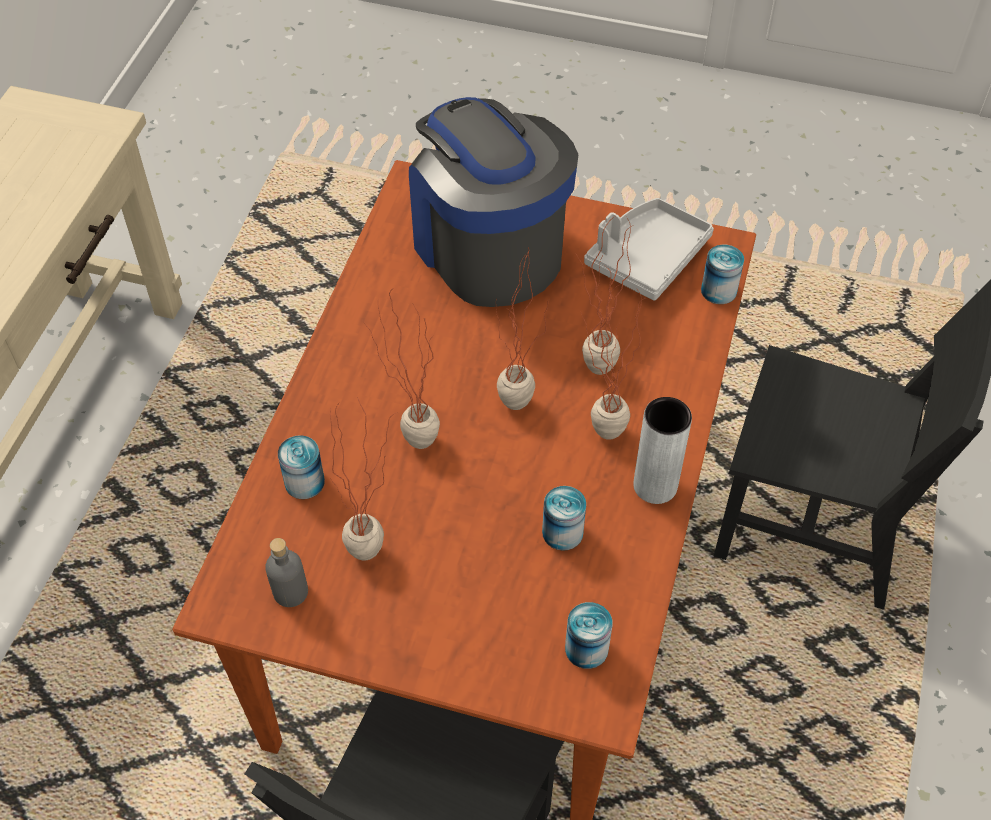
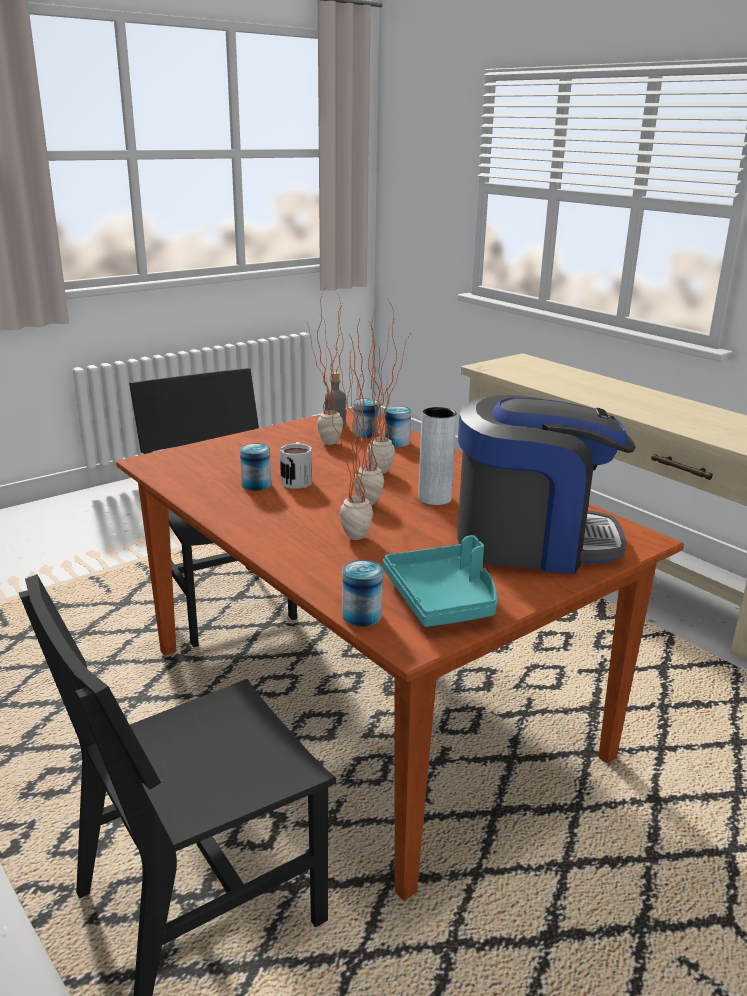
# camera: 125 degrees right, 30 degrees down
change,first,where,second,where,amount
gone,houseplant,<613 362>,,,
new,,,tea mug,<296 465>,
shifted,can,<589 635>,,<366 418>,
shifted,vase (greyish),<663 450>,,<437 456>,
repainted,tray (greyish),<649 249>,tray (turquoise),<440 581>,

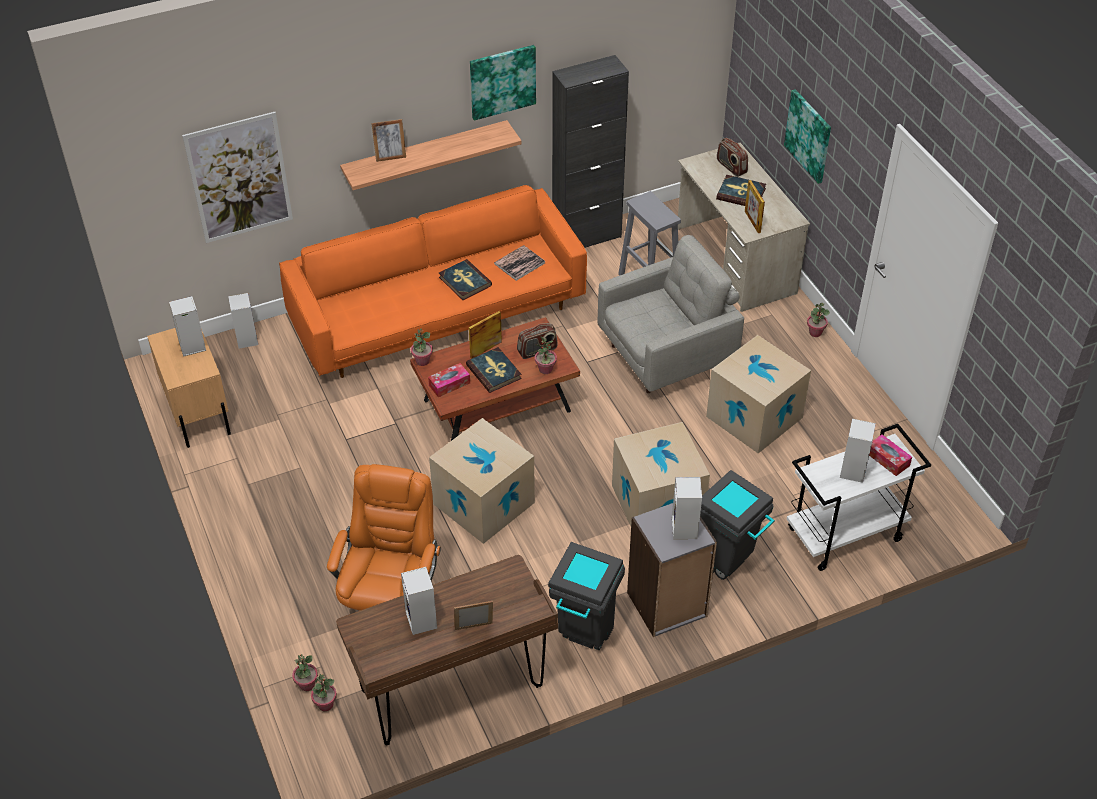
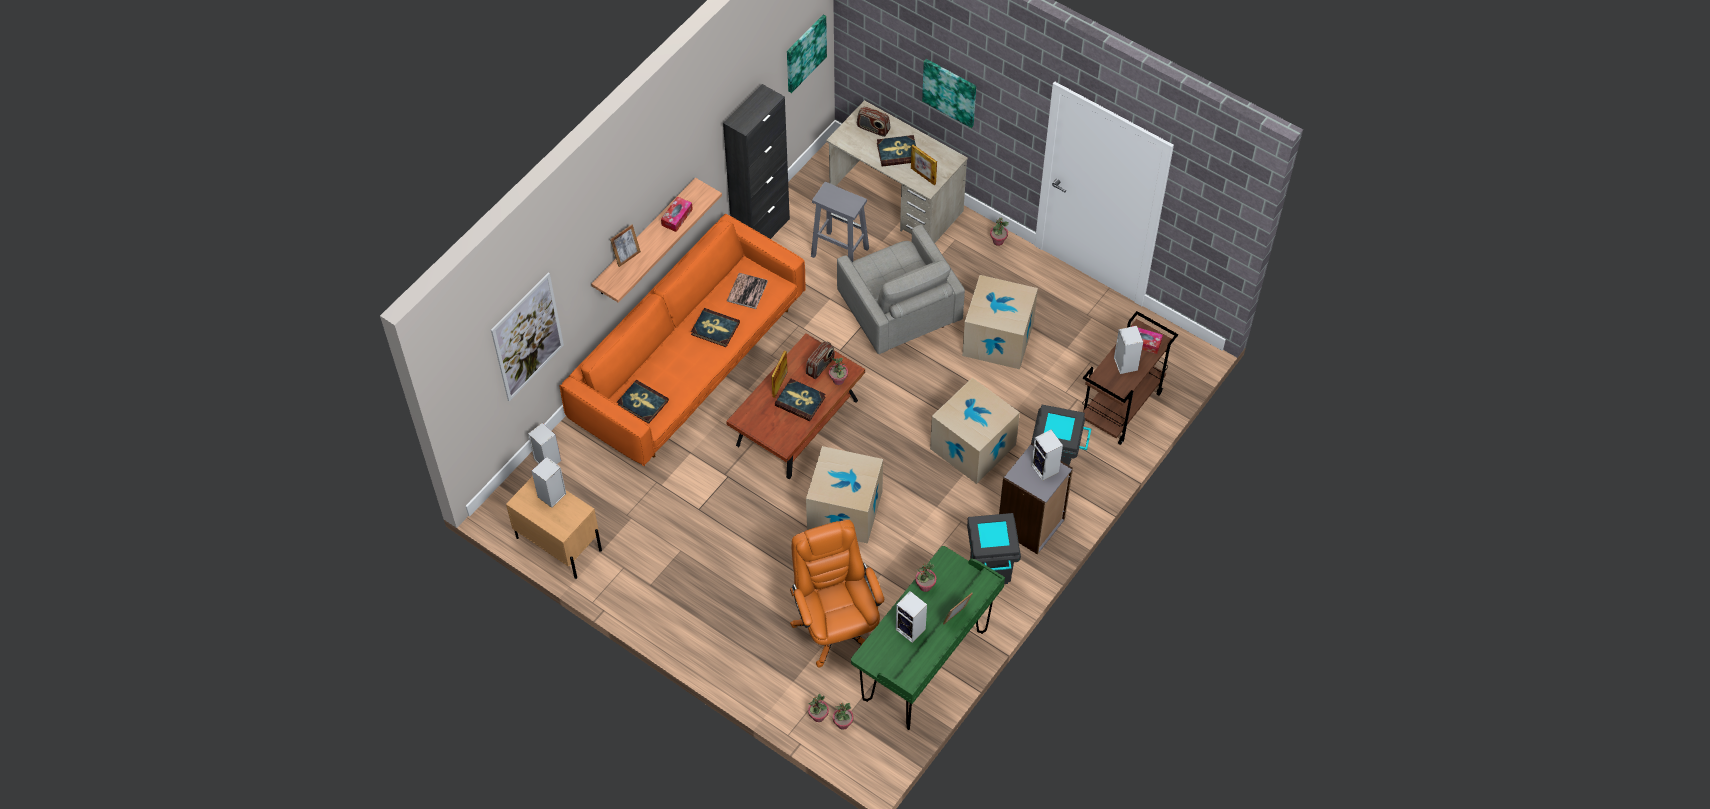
# camera: 30 degrees left, 10 degrees up
change,first,where,second,where,amount
new,,,volume,<643 402>,
shifted,houseplant,<422 347>,,<925 577>,
shifted,box of tissues,<449 380>,,<677 214>,
shifted,picture,<503 83>,,<807 54>,
repainted,desk table (brownish),<447 650>,desk table (greenish),<928 638>,
repainted,wheeled cart (white-coloured),<859 497>,wheeled cart (brownish),<1130 378>,
rotated,lounge chair (greyish),<671 314>,,<901 289>,120 degrees clockwise

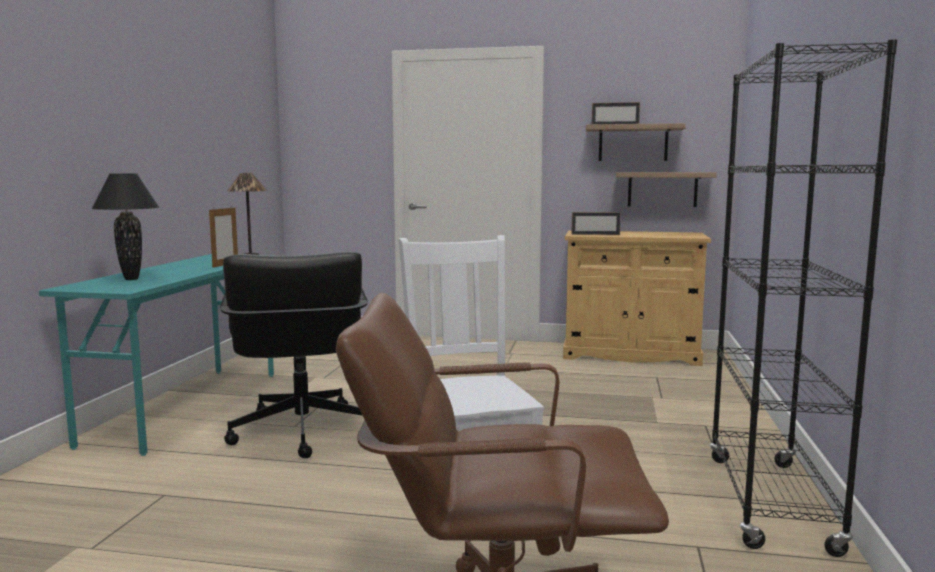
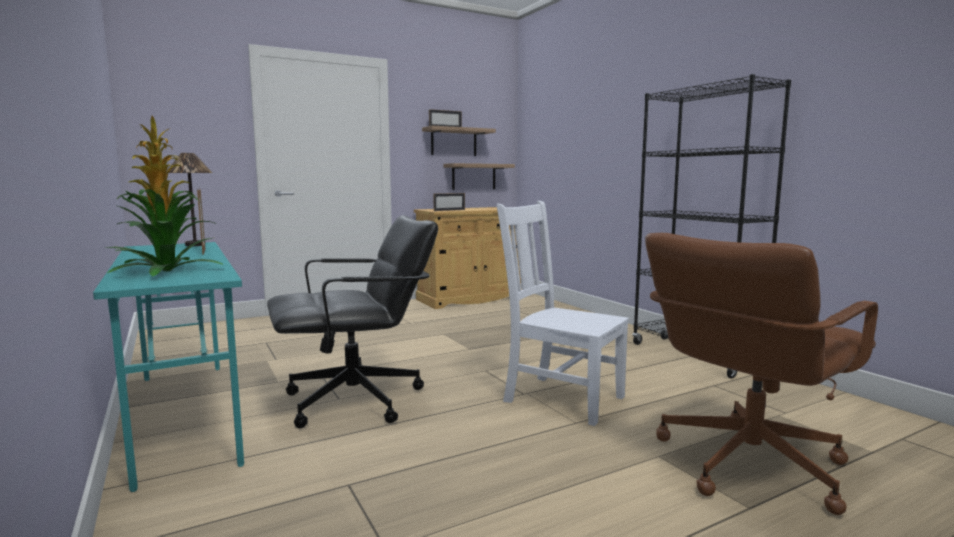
# camera: 40 degrees left, 0 degrees up
change,first,where,second,where,amount
swapped,lamp for a table (black-coloured),<125 227>,houseplant,<165 196>,
rotated,office chair (black-coloured),<294 354>,,<352 321>,60 degrees counterclockwise

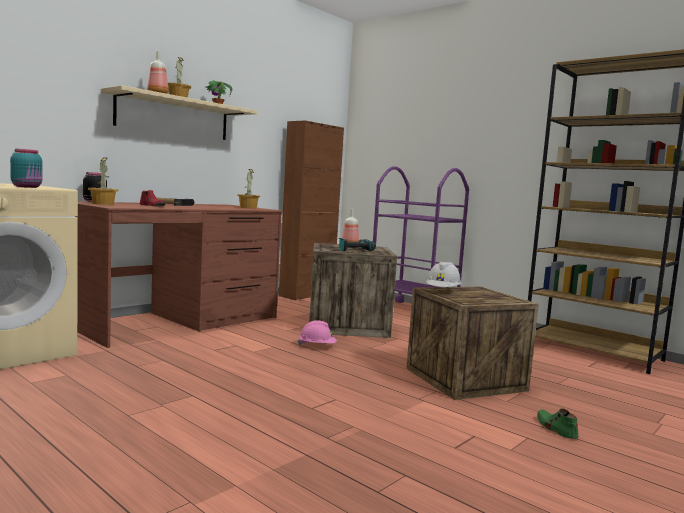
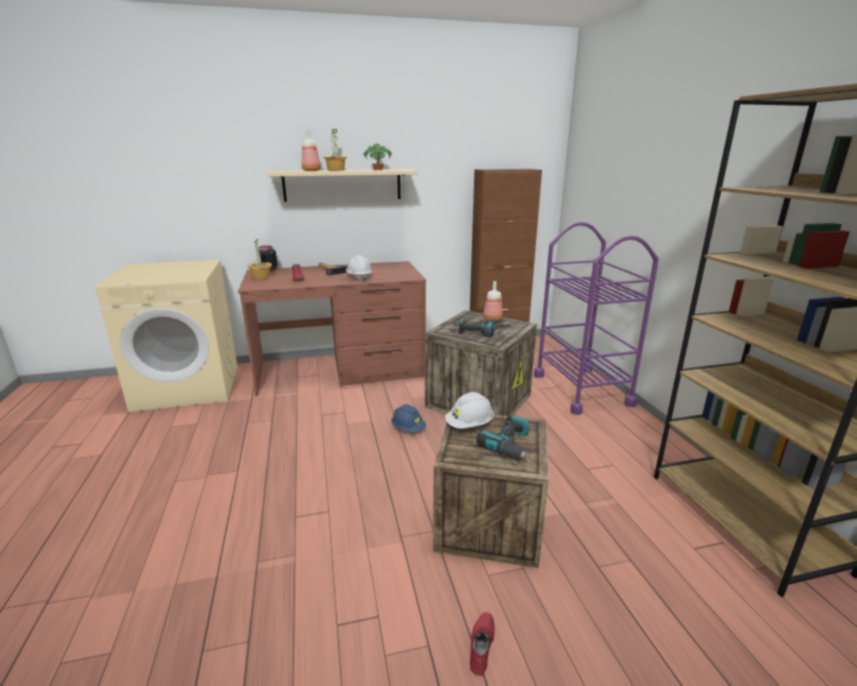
# camera: 35 degrees right, 15 degrees up
change,first,where,second,where,amount
gone,preserve jar (turquoise),<26 168>,,,
gone,houseplant,<248 188>,,,
new,,,work helmet (white-coloured),<359 268>,
new,,,electric drill,<502 437>,
repainted,work helmet (pink-coloured),<317 332>,work helmet (bluish),<408 418>,
repainted,shoe (greenish),<557 424>,shoe (red-coloured),<482 644>,

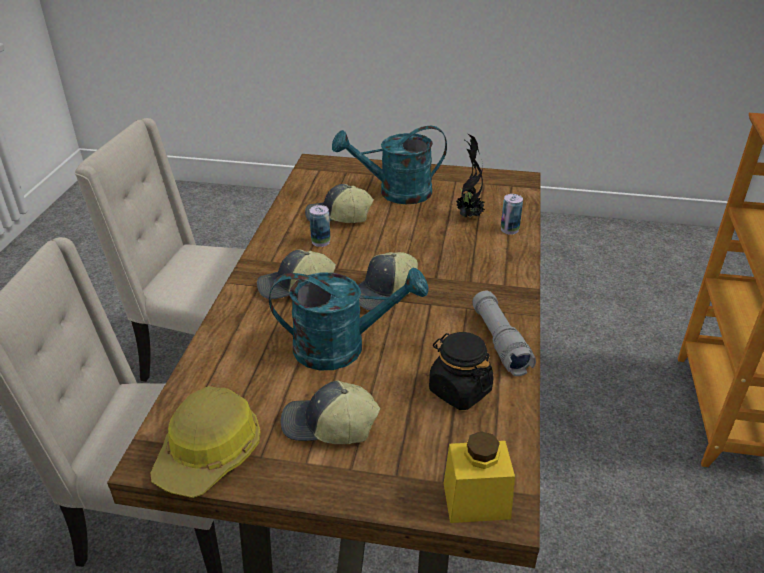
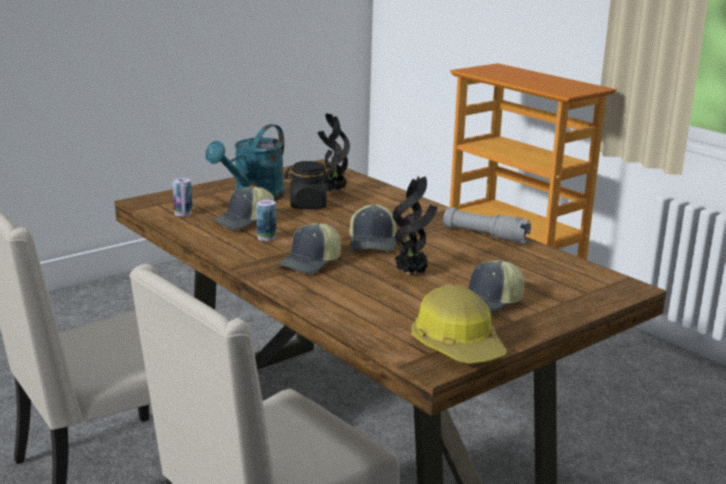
# camera: 50 degrees left, 15 degrees down
change,first,where,second,where,amount
gone,preserve jar (yellow),<479 477>,,,
shifted,preserve jar (black-coloured),<461 371>,,<308 185>,
shifted,can,<512 214>,,<182 197>,
swapped,watering pot (turquoise),<348 318>,houseplant,<415 225>,

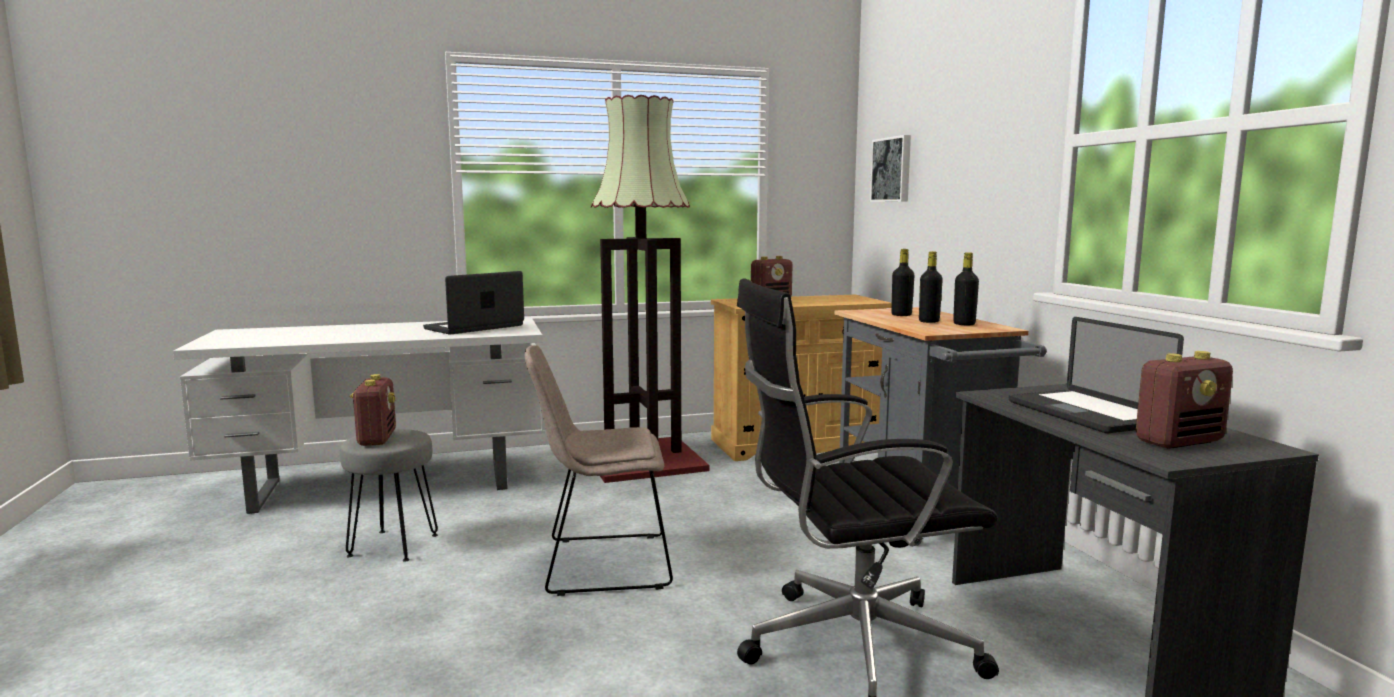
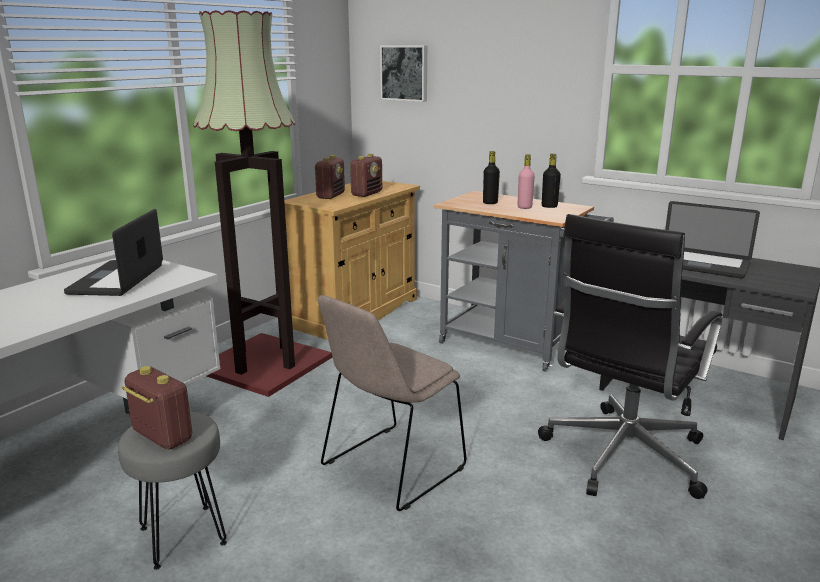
# camera: 40 degrees left, 10 degrees up
change,first,where,second,where,amount
shifted,radio,<1184 400>,,<366 175>,
repainted,bottle (black-coloured),<931 287>,bottle (pink-coloured),<526 181>,

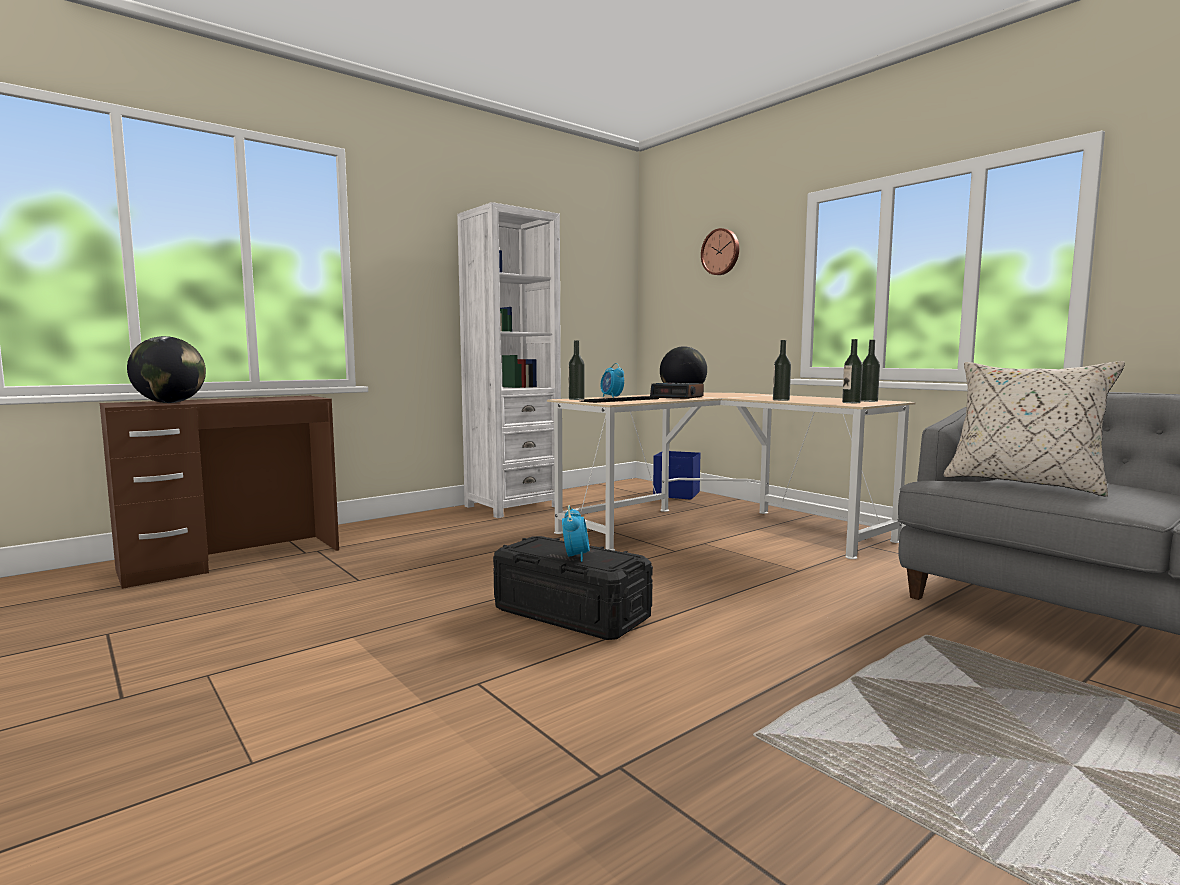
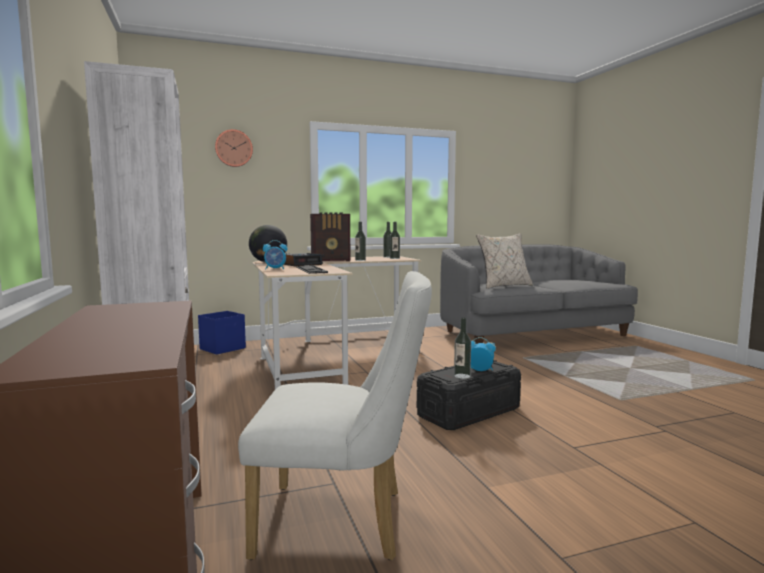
# camera: 70 degrees left, 0 degrees up
change,first,where,second,where,amount
gone,desk globe,<166 369>,,,
new,,,upright chair (white-coloured),<335 415>,
new,,,radio,<330 236>,
shifted,bottle,<577 370>,,<462 348>,

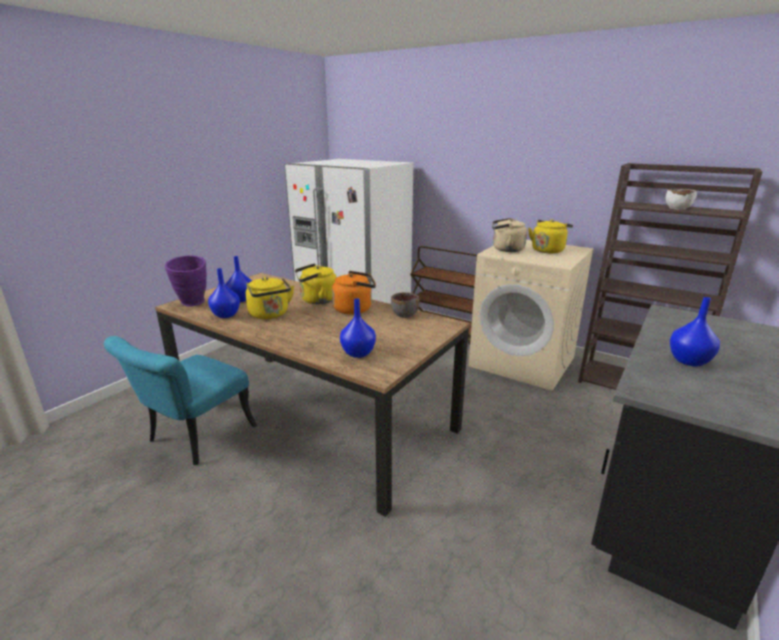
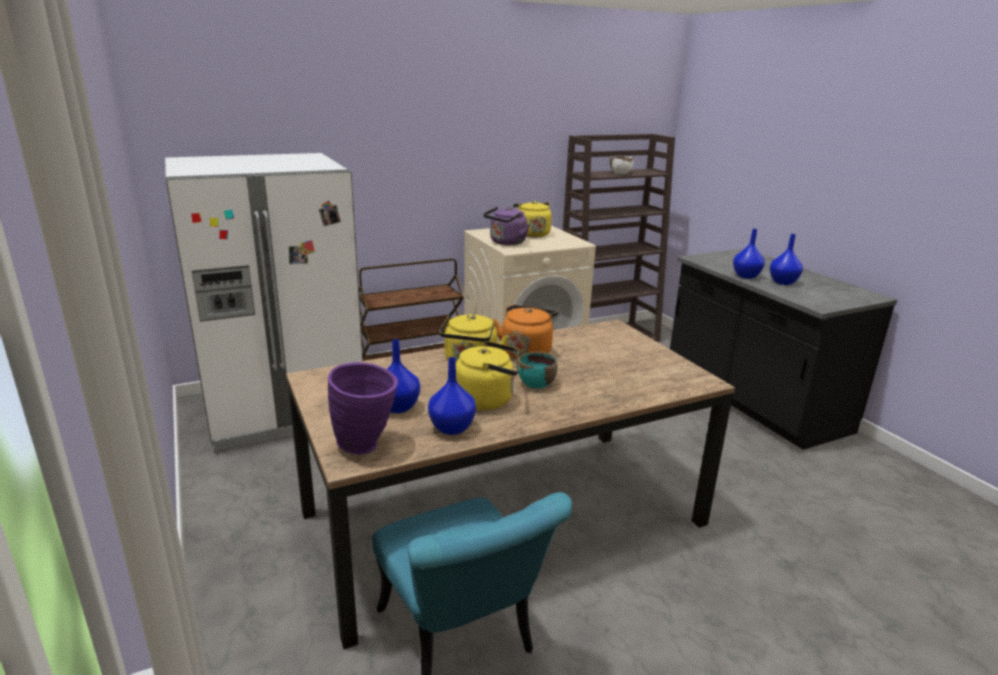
# camera: 60 degrees left, 0 degrees up
change,first,where,second,where,amount
gone,serving bowl (greyish),<405 305>,,,
new,,,serving bowl (turquoise),<537 370>,
shifted,vase (bluish),<358 328>,,<749 254>,
repainted,kettle (sand-coloured),<509 235>,kettle (purplish),<506 226>,

